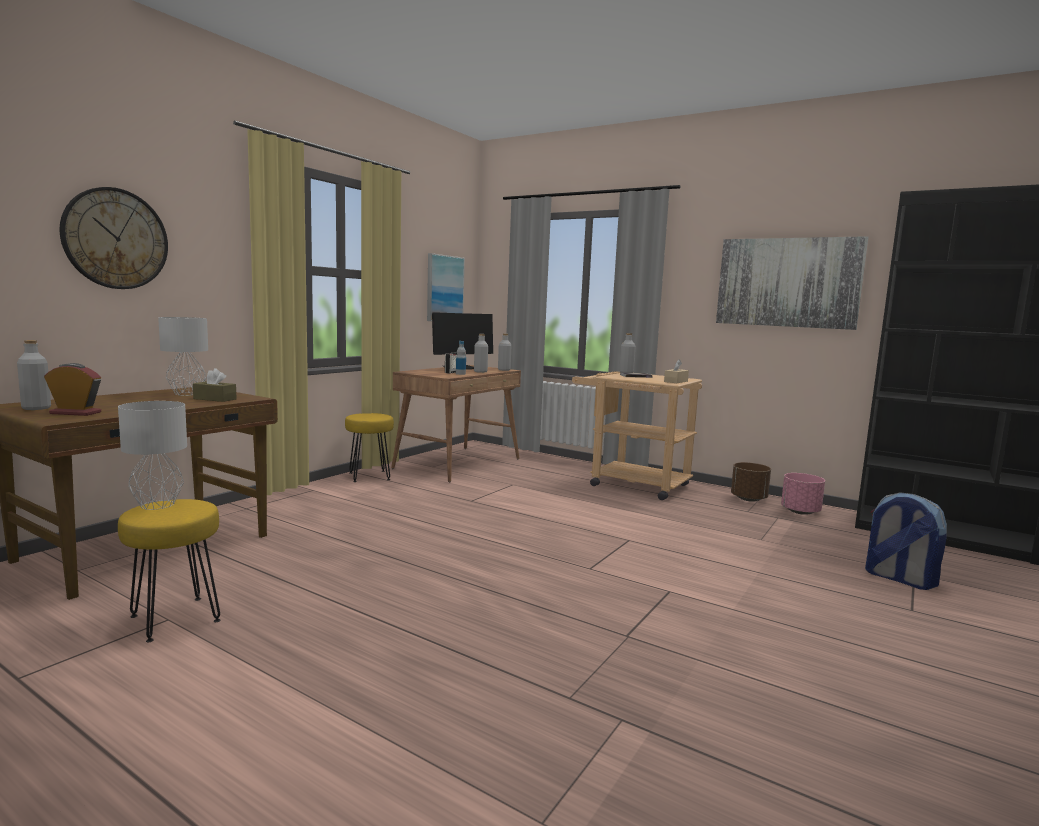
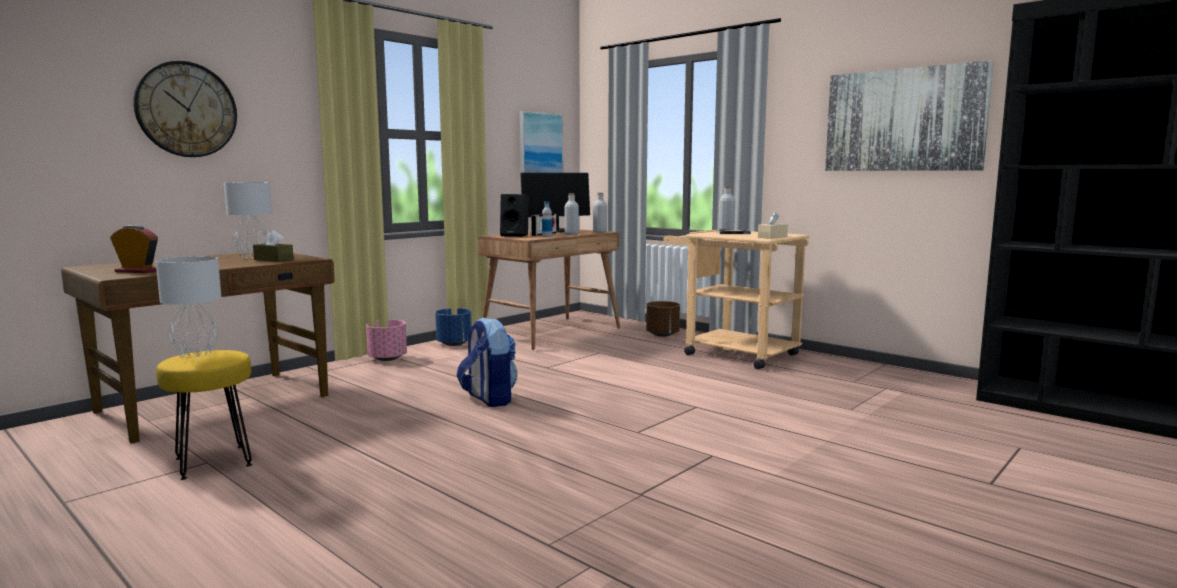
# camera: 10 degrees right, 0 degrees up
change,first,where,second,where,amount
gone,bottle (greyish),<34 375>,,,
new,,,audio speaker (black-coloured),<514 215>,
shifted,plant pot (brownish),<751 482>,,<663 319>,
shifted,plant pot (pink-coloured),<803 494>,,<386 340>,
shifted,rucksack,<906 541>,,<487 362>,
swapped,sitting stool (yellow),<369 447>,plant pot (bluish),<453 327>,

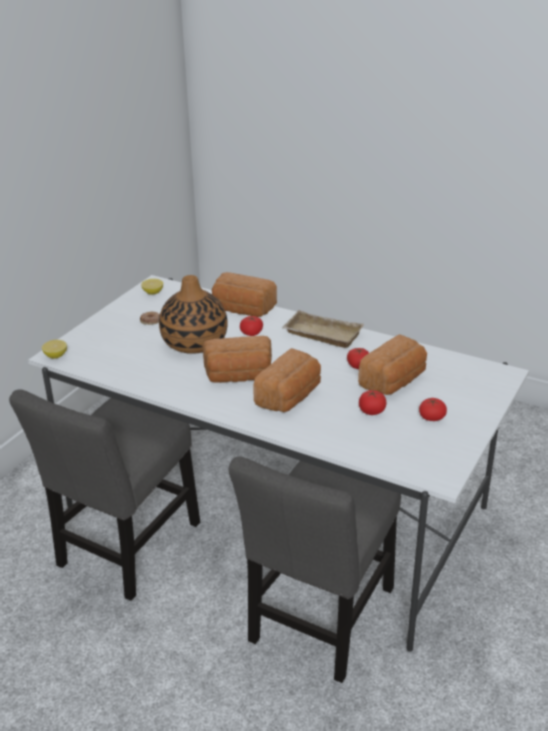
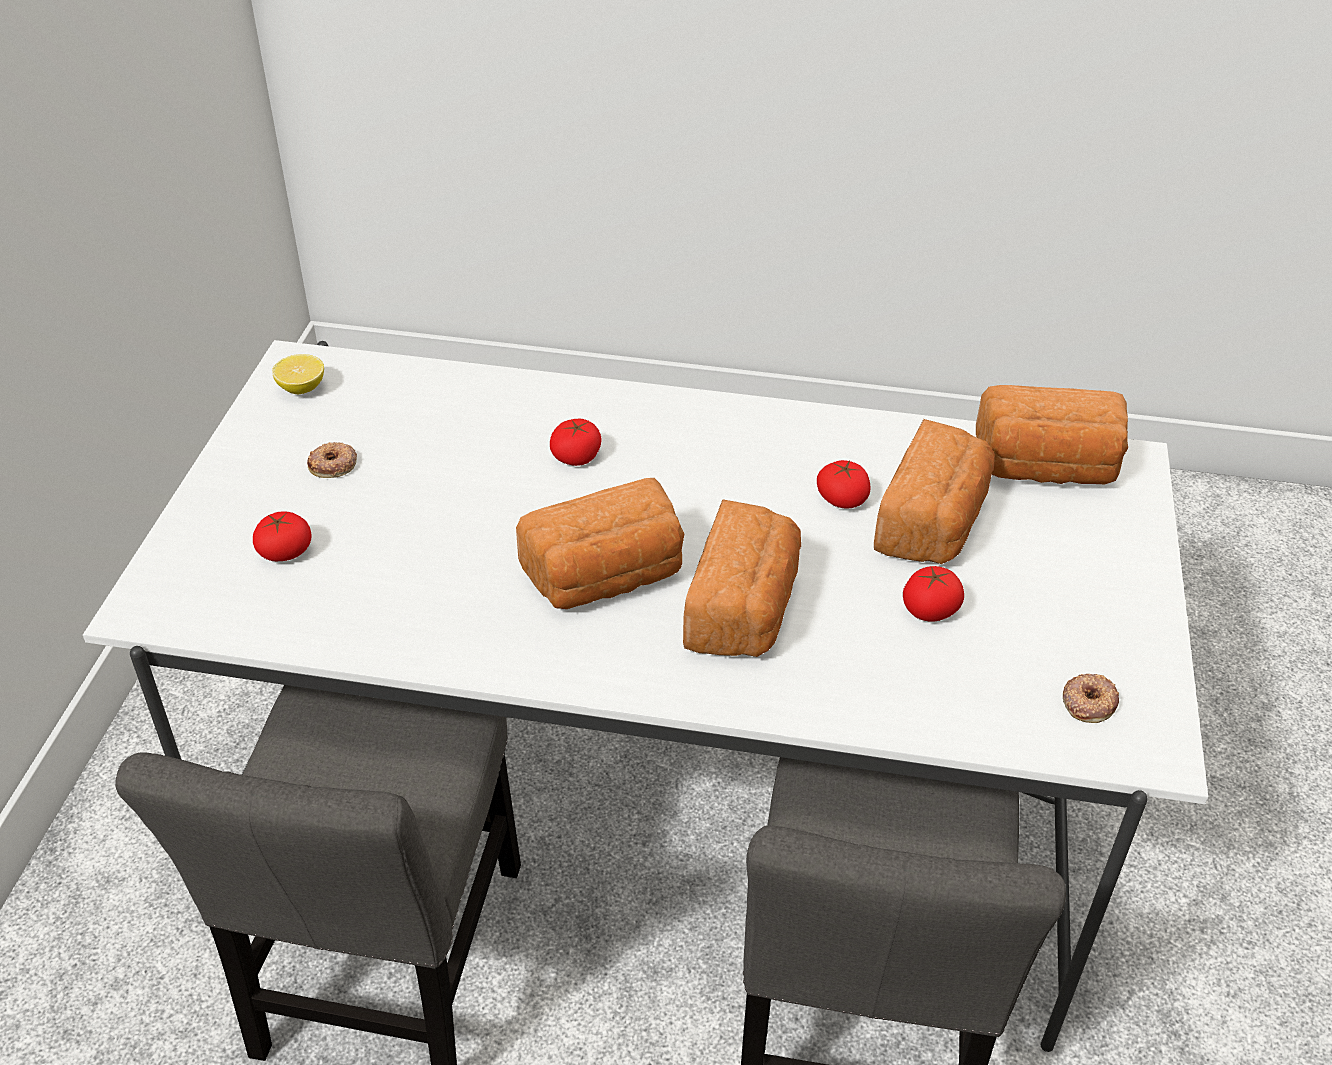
# camera: 20 degrees left, 10 degrees up
change,first,where,second,where,amount
gone,lemon,<54 349>,,,
gone,vase,<193 314>,,,
gone,tray (sand-coloured),<323 329>,,,
new,,,donut,<1091 698>,
shifted,bakery bread,<244 294>,,<1052 434>,
shifted,tomato,<433 409>,,<282 536>,

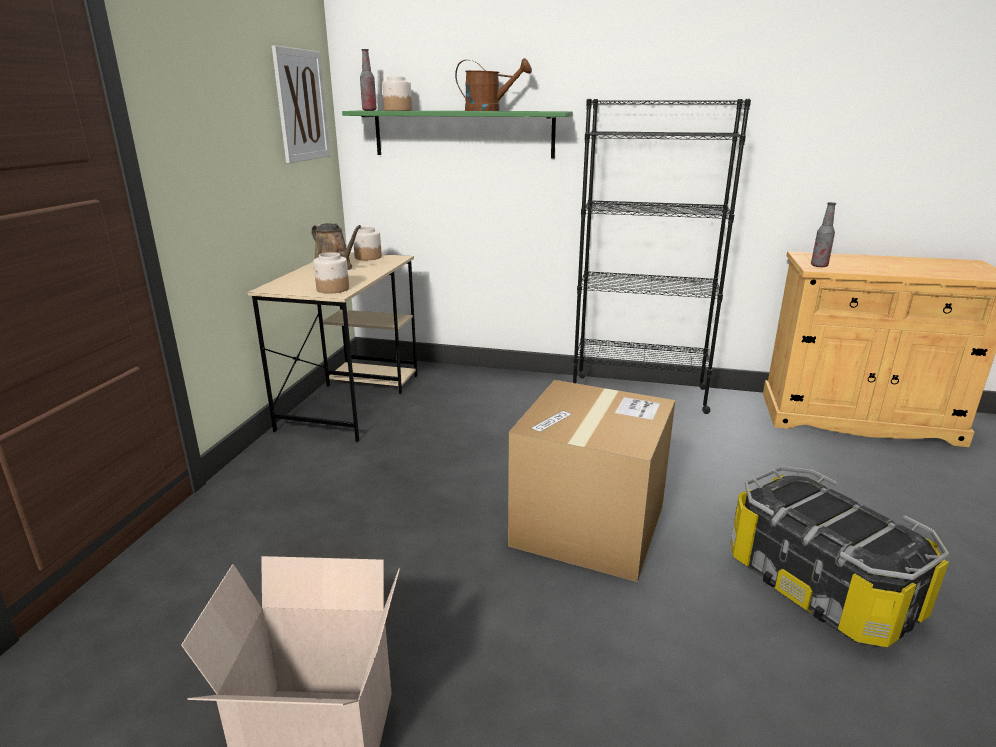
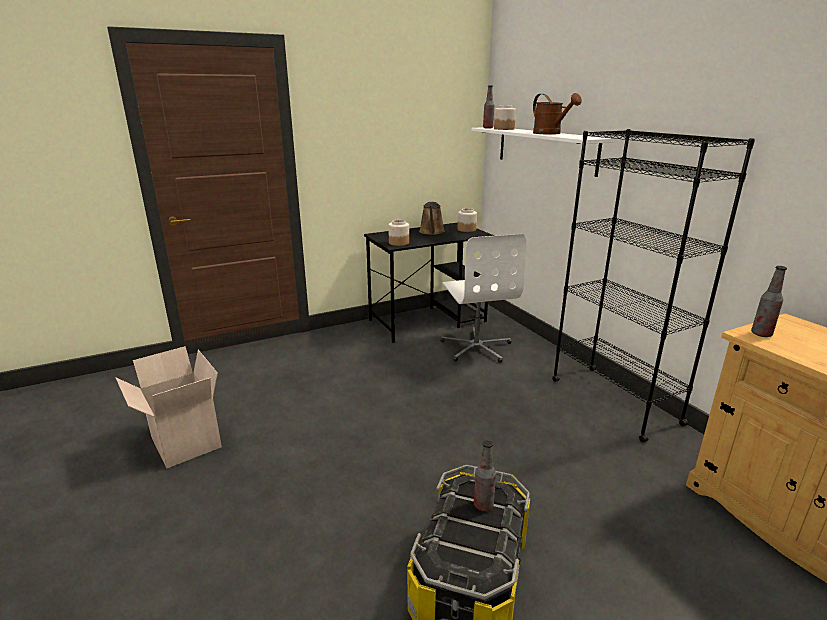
# camera: 50 degrees right, 0 degrees up
change,first,where,second,where,amount
gone,picture,<301 104>,,,
gone,carton,<591 481>,,,
new,,,office chair (white-coloured),<483 298>,
new,,,bottle,<485 475>,
repainted,desk table (sand-coloured),<332 347>,desk table (black-coloured),<429 283>,
repainted,shelf (greenish),<457 134>,shelf (white-coloured),<542 152>,

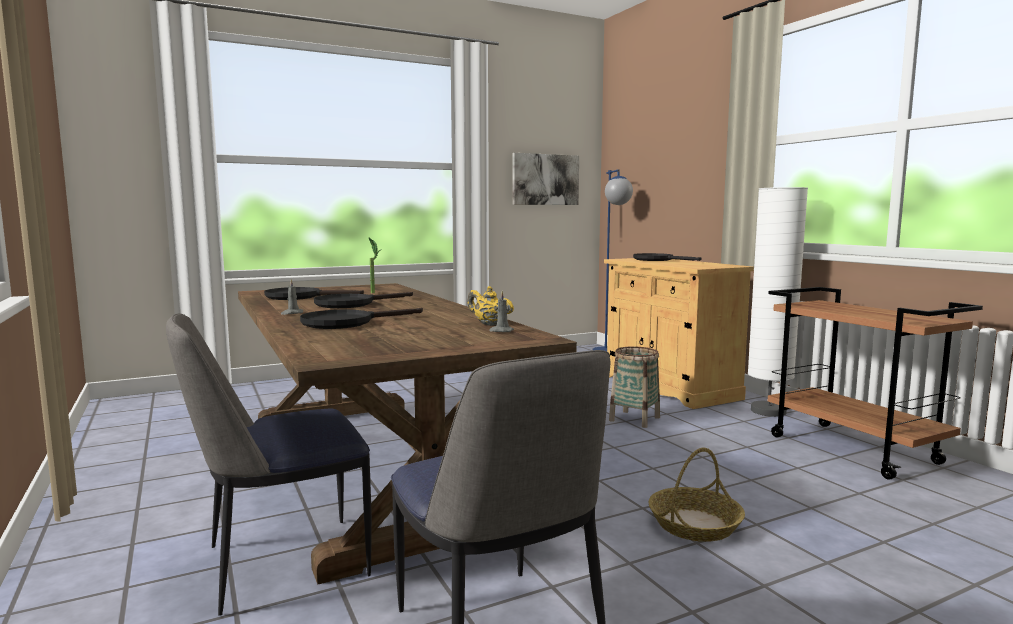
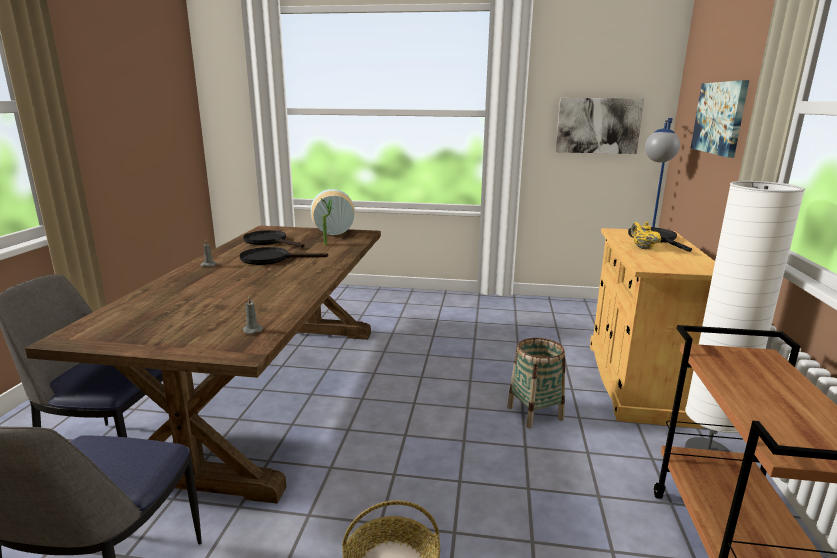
# camera: 35 degrees right, 10 degrees up
change,first,where,second,where,amount
gone,pan (black-coloured),<361 318>,,,
new,,,vase,<333 212>,
new,,,picture,<720 119>,
shifted,teapot (yellow),<490 306>,,<646 235>,

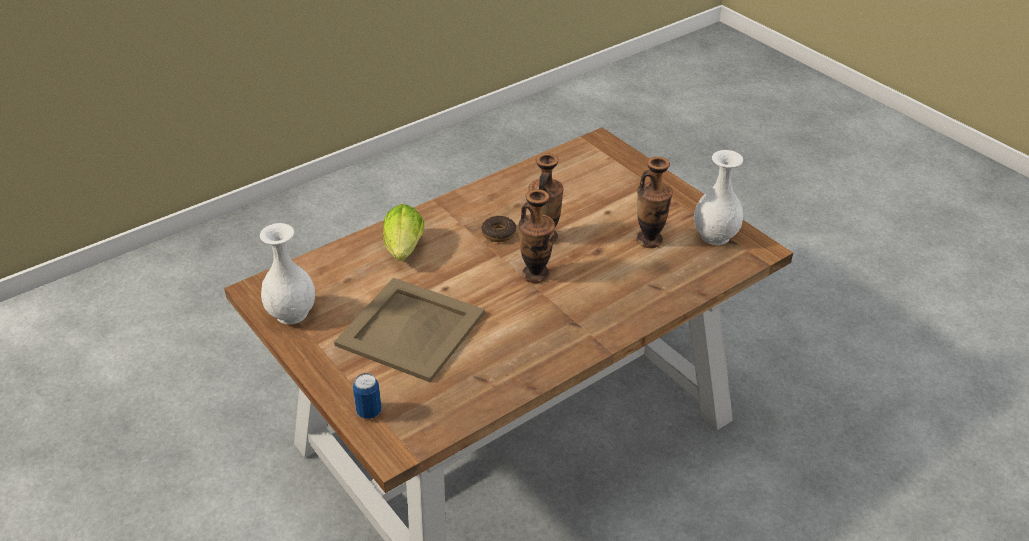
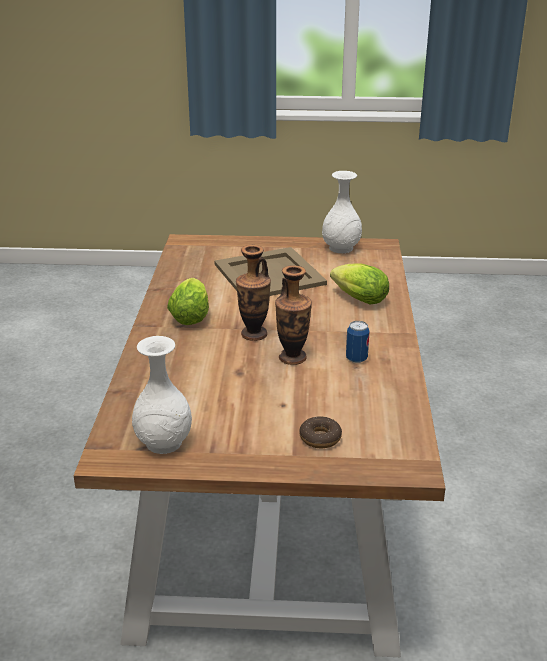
# camera: 130 degrees right, 10 degrees down
change,first,where,second,where,amount
gone,vase,<654 202>,,,
new,,,lettuce,<188 301>,
shifted,can,<367 396>,,<358 342>,
shifted,donut,<498 229>,,<320 432>,

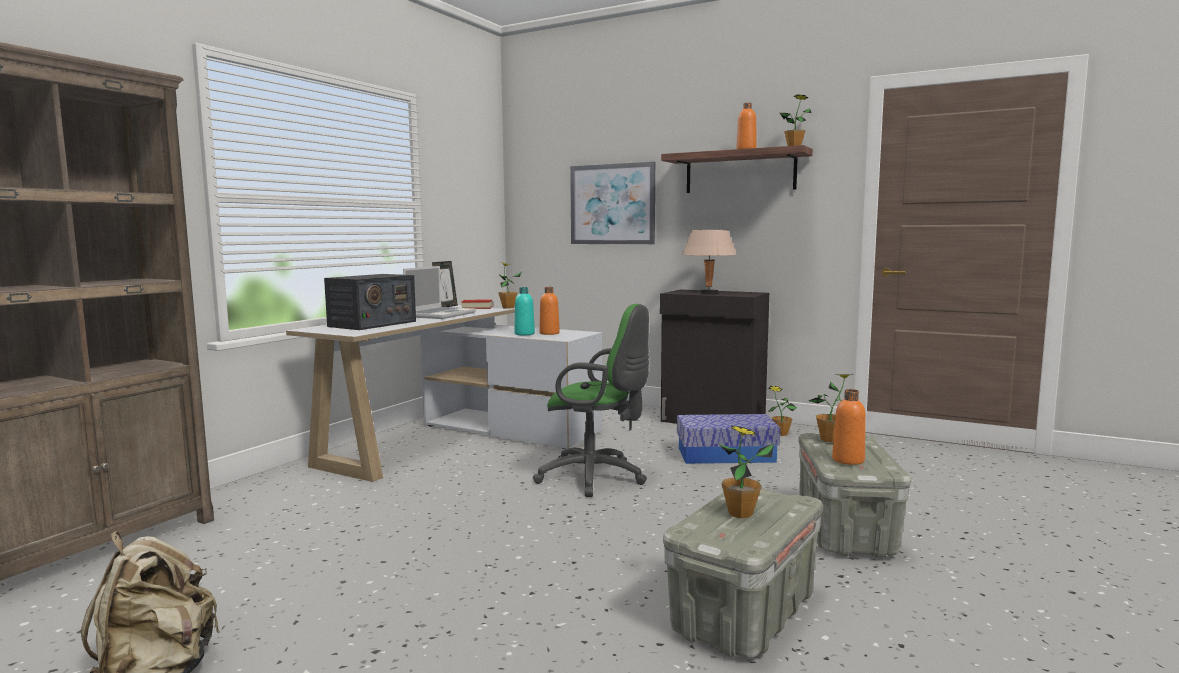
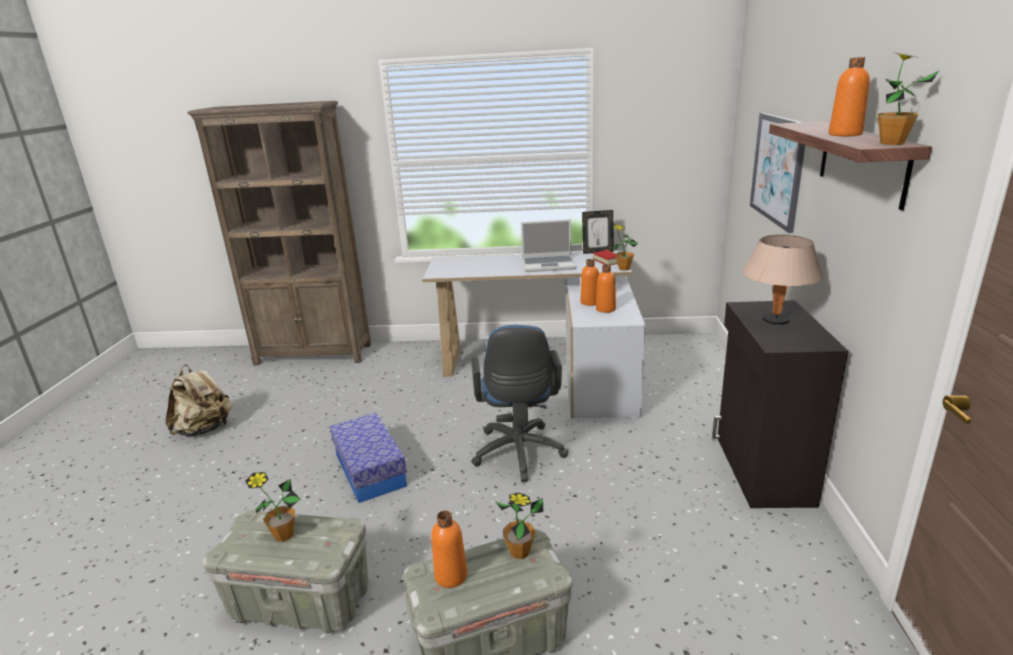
# camera: 65 degrees right, 15 degrees up
change,first,where,second,where,amount
gone,radio,<370 302>,,,
gone,houseplant,<782 411>,,,
shifted,storage bin,<728 439>,,<368 458>,
repainted,bottle (turquoise),<525 311>,bottle (orange-coloured),<590 282>,
repainted,office chair (greenish),<591 400>,office chair (bluish),<519 403>,

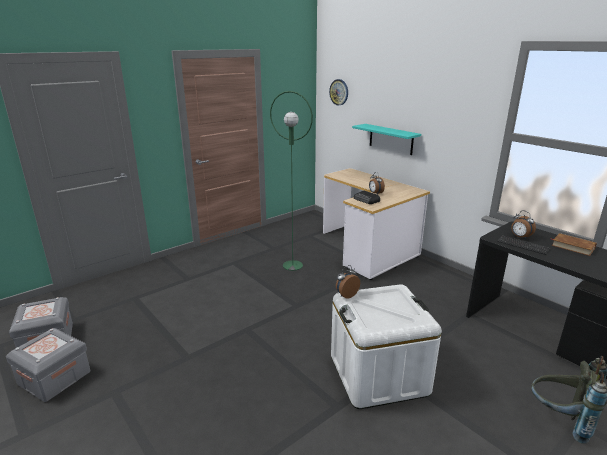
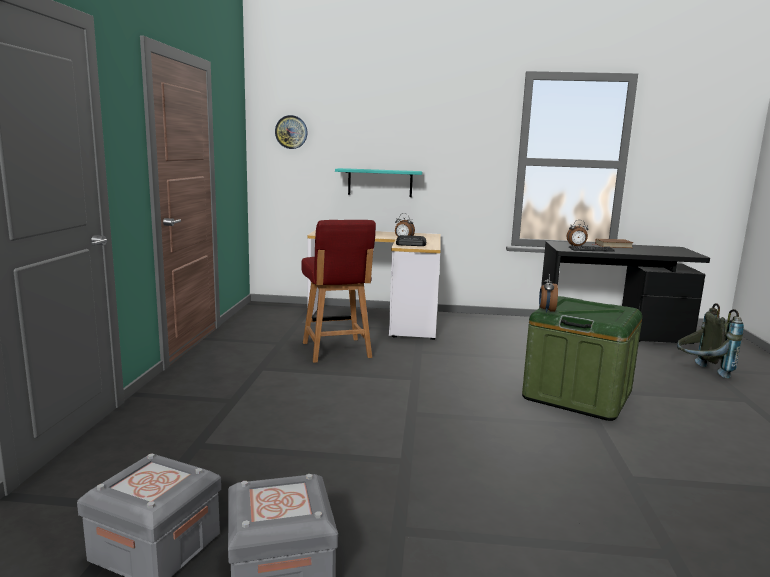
# camera: 45 degrees left, 10 degrees down
change,first,where,second,where,amount
swapped,floor lamp (greenish),<291 181>,upright chair (red-coloured),<338 291>,
repainted,storage bin (white-coloured),<386 346>,storage bin (greenish),<582 358>,

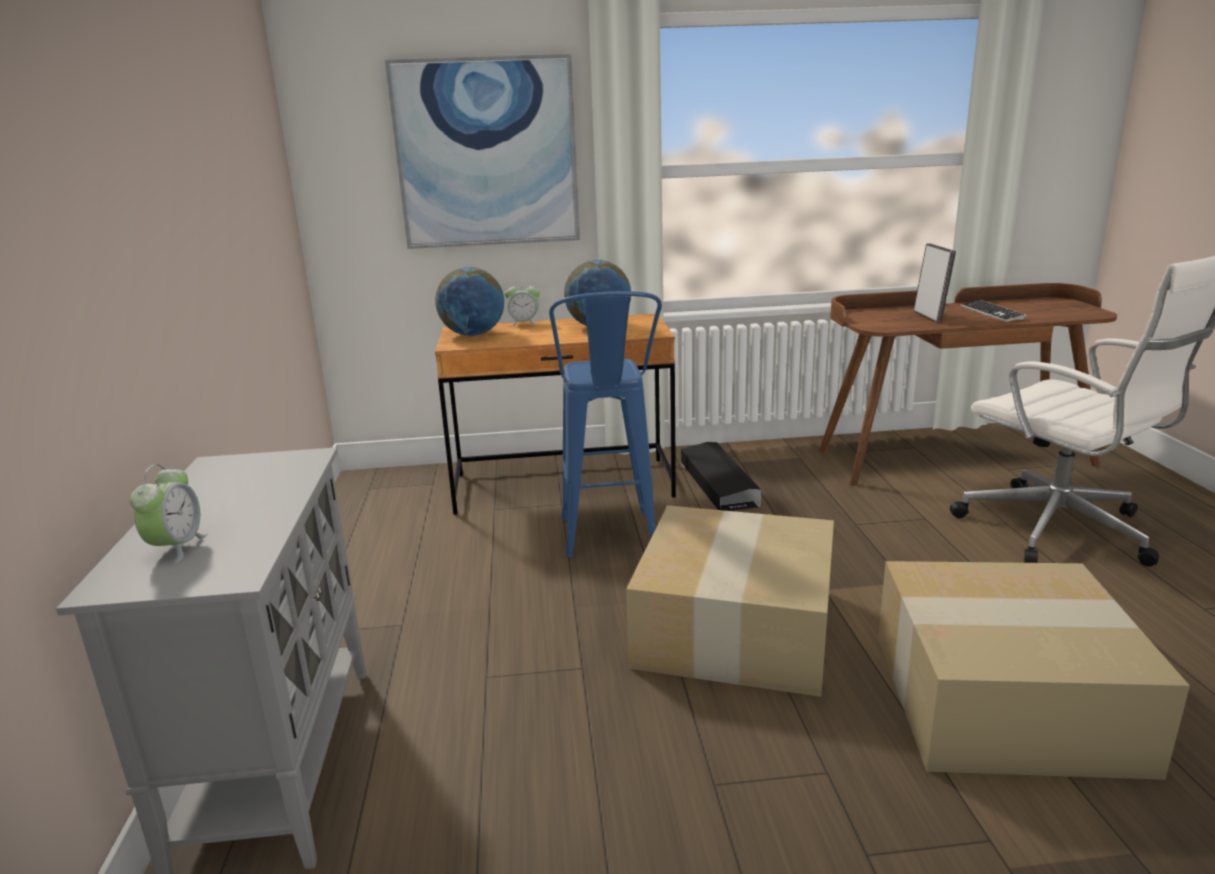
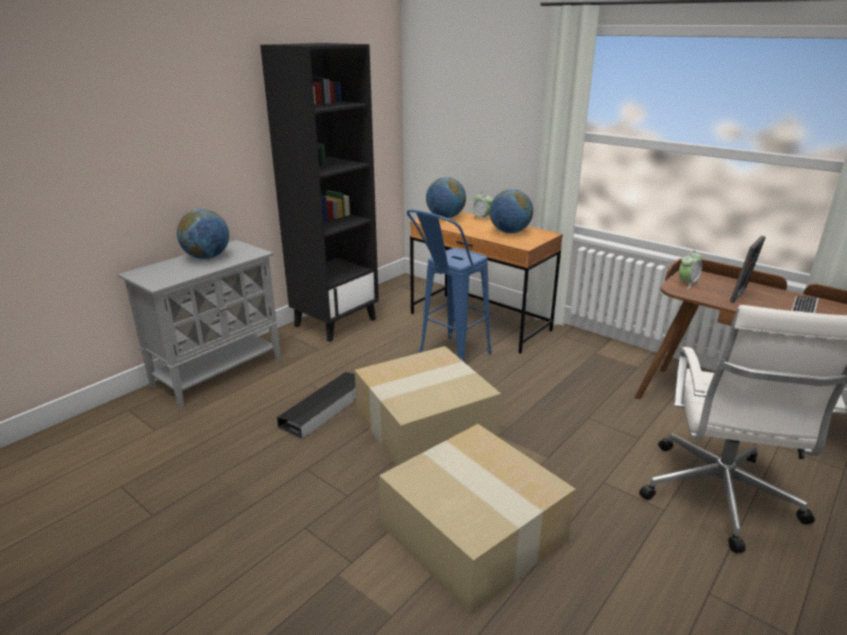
# camera: 45 degrees right, 5 degrees up
change,first,where,second,where,amount
gone,picture,<482 151>,,,
new,,,desk globe,<203 234>,
new,,,shelving unit (black-coloured),<319 192>,
shifted,table clock,<169 513>,,<690 269>,
shifted,storage bin (black-coloured),<721 476>,,<316 405>,

